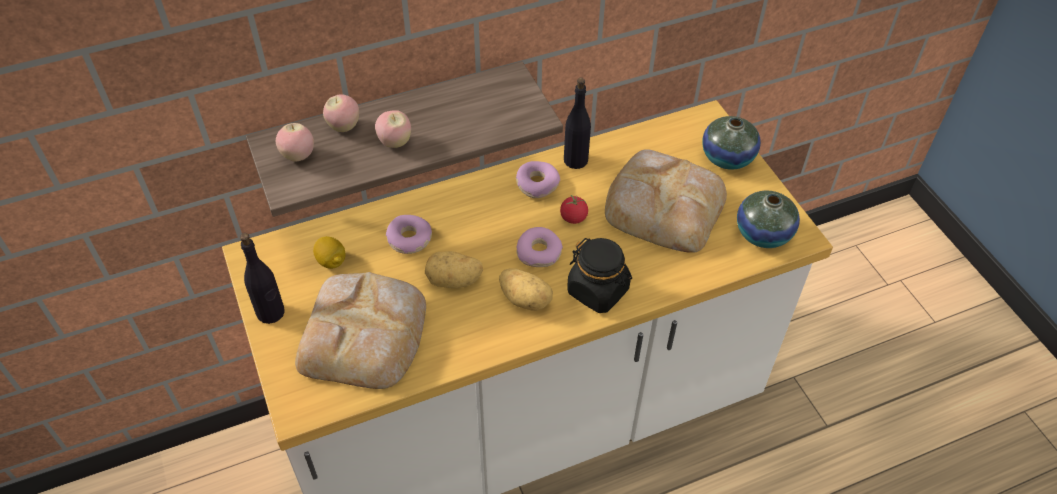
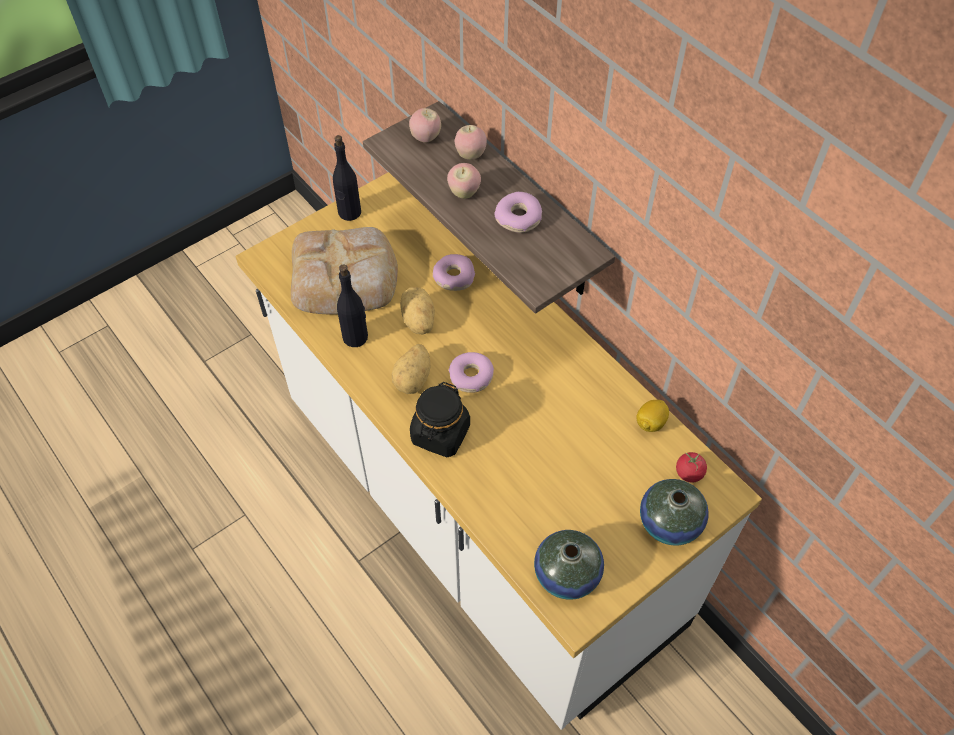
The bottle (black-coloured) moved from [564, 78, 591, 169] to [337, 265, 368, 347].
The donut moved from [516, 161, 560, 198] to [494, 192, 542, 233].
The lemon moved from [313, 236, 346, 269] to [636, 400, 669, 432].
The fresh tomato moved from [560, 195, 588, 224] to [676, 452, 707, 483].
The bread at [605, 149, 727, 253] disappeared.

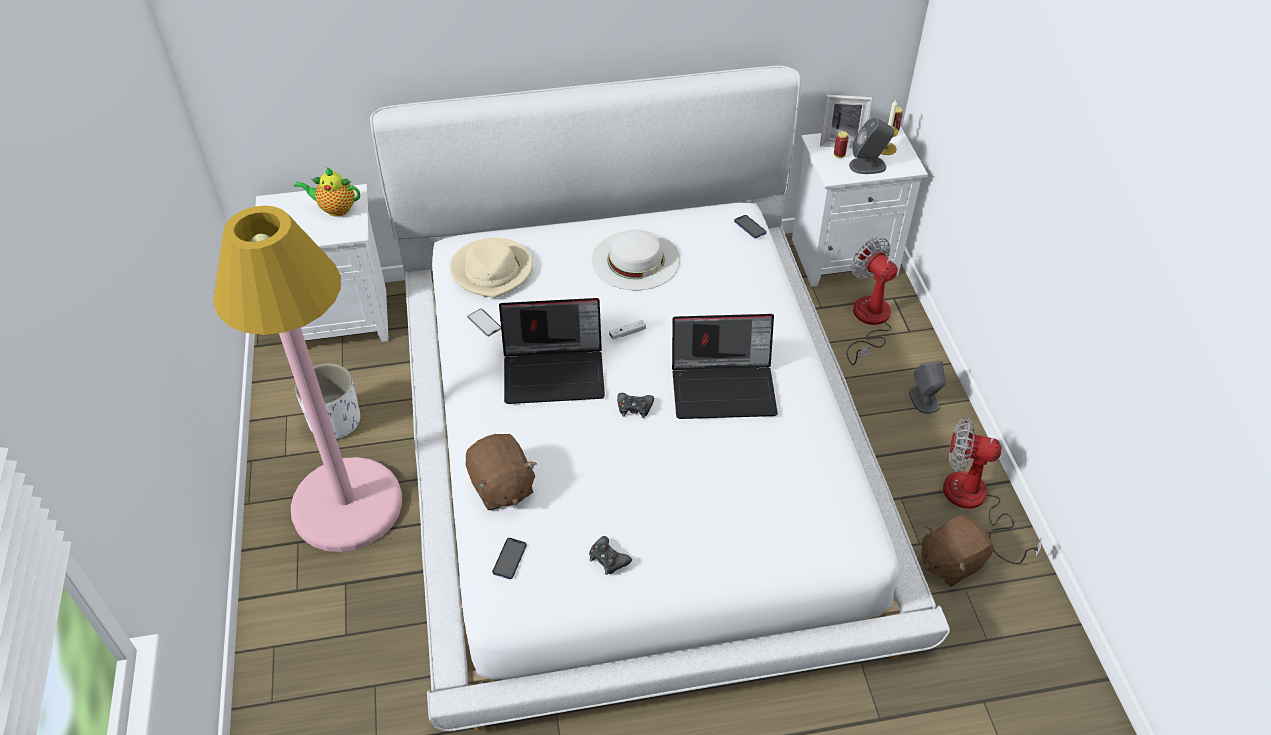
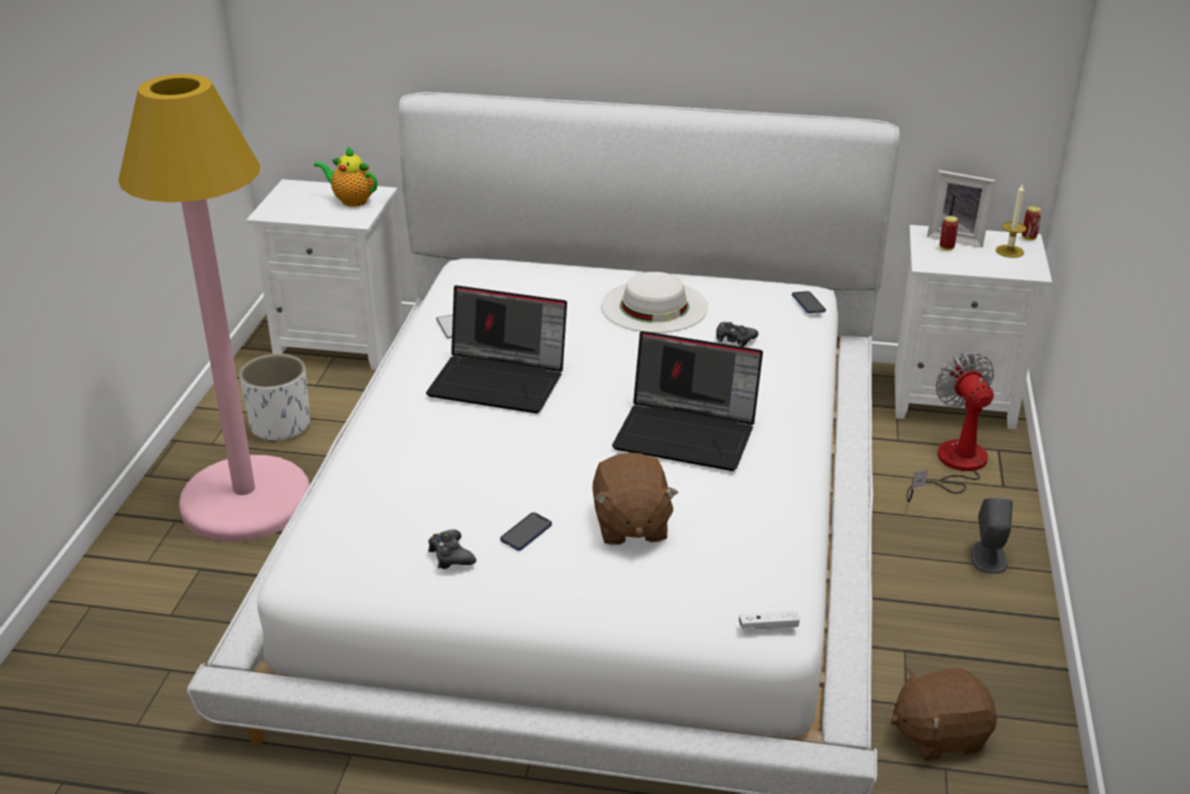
The telephone moved from [492, 538, 527, 579] to [500, 512, 552, 551].
The plush toy (brownish) moved from [466, 434, 537, 510] to [593, 453, 678, 545].
The joypad (black-coloured) moved from [617, 393, 654, 418] to [716, 322, 759, 347].
The joypad (whitish) moved from [609, 320, 646, 339] to [739, 611, 800, 629].
The hat (beige) at [450, 238, 533, 298] disappeared.
The speaker (grey) at [849, 117, 894, 174] disappeared.
The cooling fan at [943, 417, 1041, 564] disappeared.

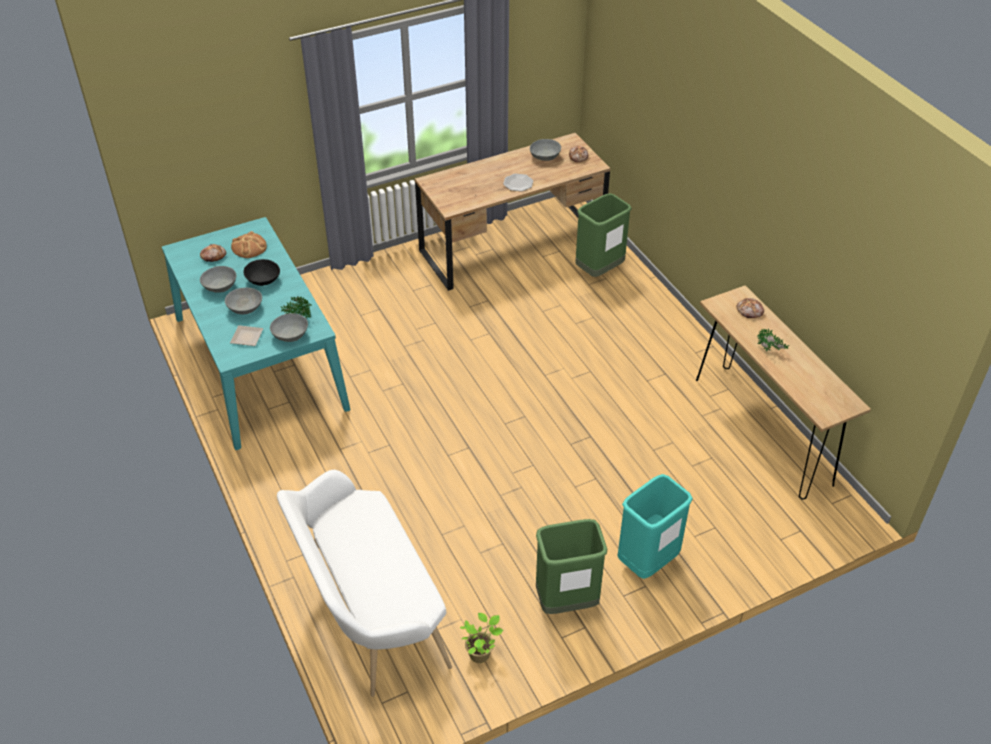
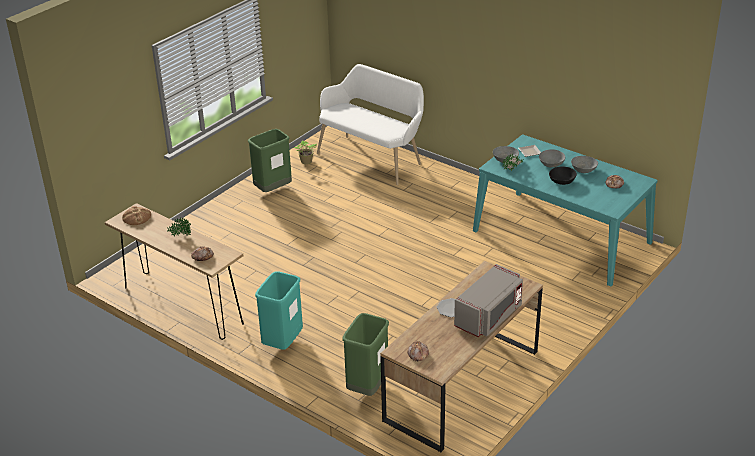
The bread moved from [231, 231, 267, 258] to [122, 206, 151, 225].
The trash can (turquoise-coloured) moved from [618, 474, 693, 579] to [255, 271, 303, 349].
The kitchen microwave (grey) at [454, 264, 523, 337] appeared.
The serving bowl (grey) at [530, 139, 561, 161] disappeared.

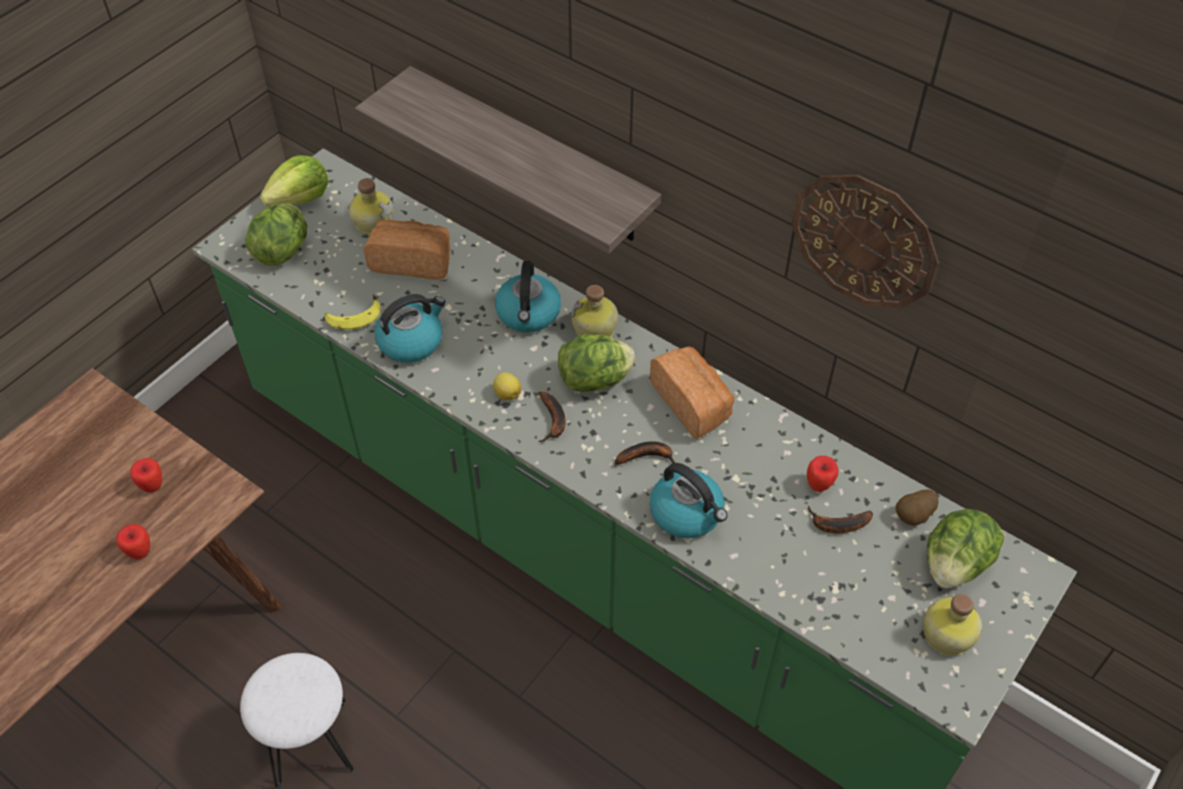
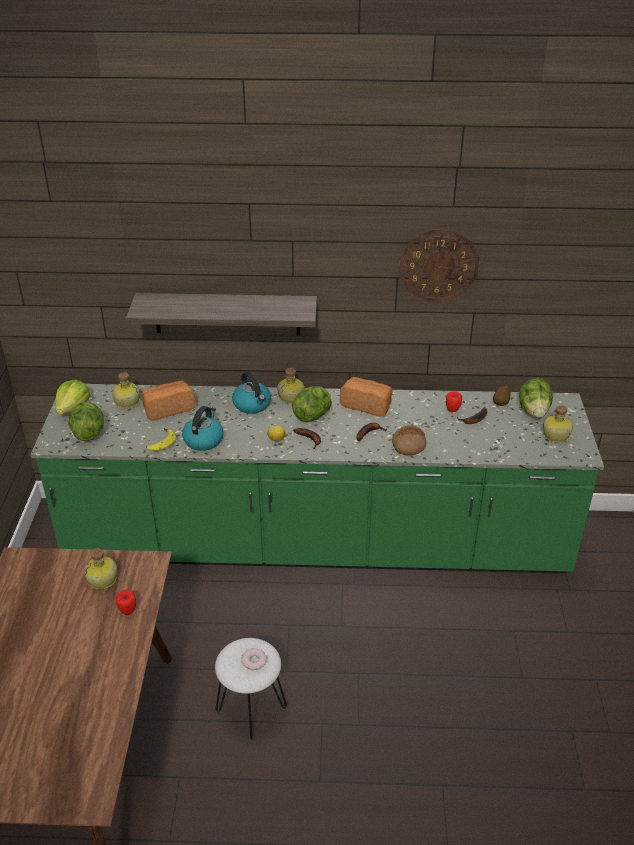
The apple at [130, 458, 162, 493] was replaced by the bottle at [84, 548, 117, 589].
The donut at [241, 648, 267, 670] appeared.
The water kettle at [650, 463, 728, 539] was replaced by the bread at [392, 425, 426, 455].

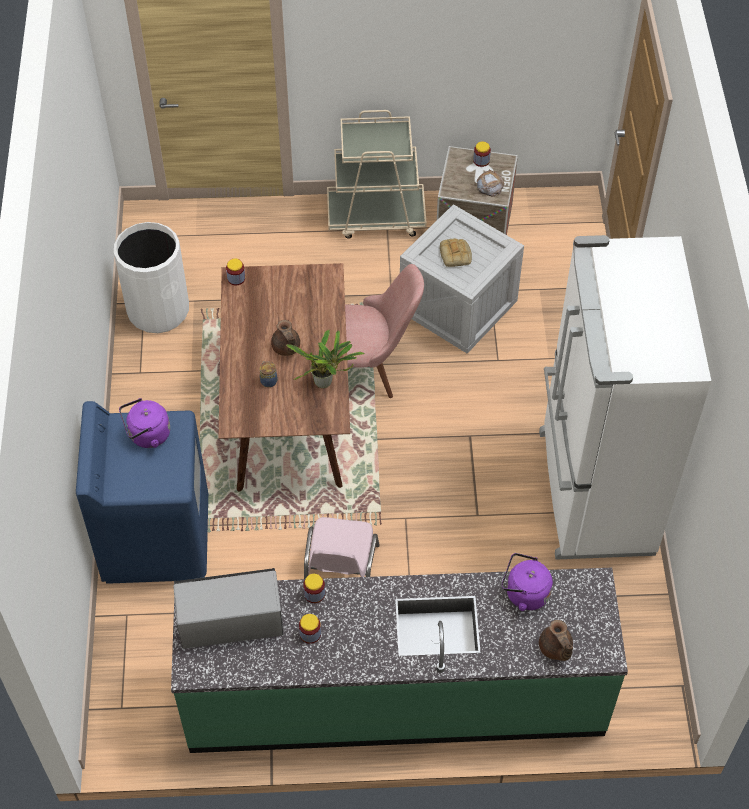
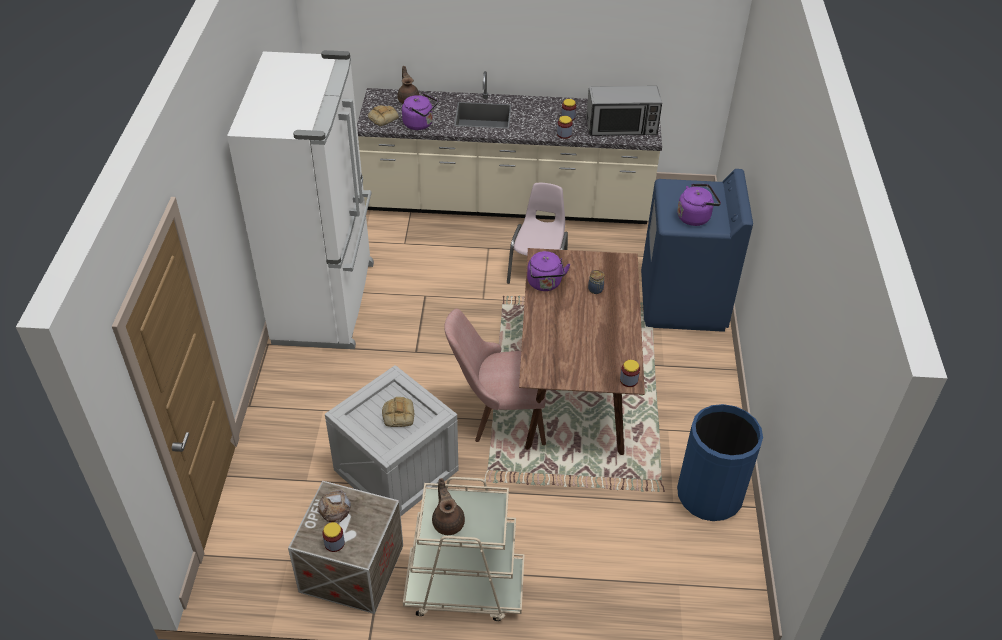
The kitchen counter (green) at [171, 568, 628, 753] became the kitchen counter (beige) at [357, 71, 662, 224].
The bread at [368, 105, 399, 126] appeared.
The tea pot (brownish) moved from [271, 320, 300, 356] to [432, 478, 465, 535].
The houseplant at [286, 330, 365, 388] was replaced by the water kettle (purple-coloured) at [527, 251, 570, 291].
The trash can (whitish) at [114, 222, 189, 333] became the trash can (blue-coloured) at [677, 404, 763, 521].

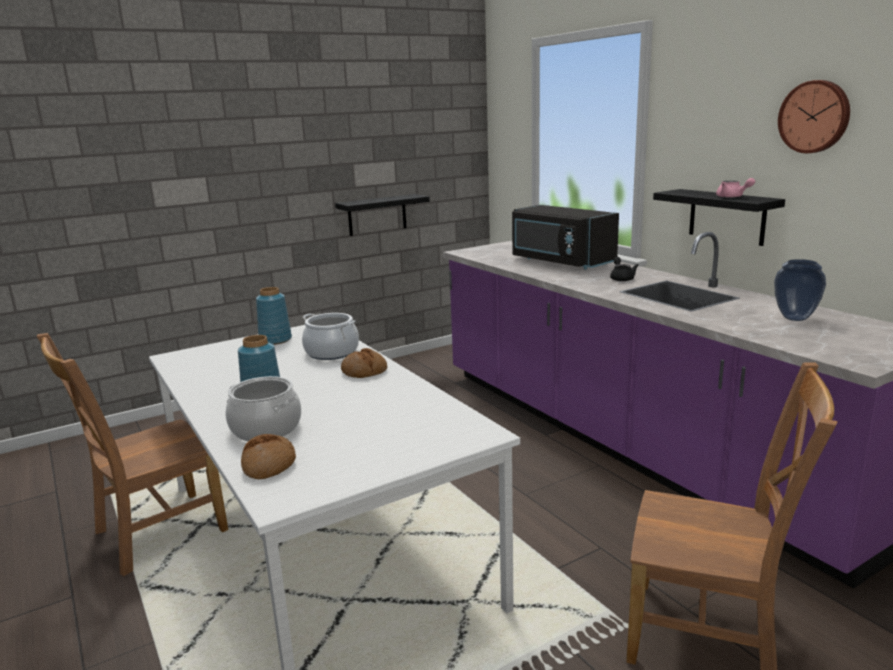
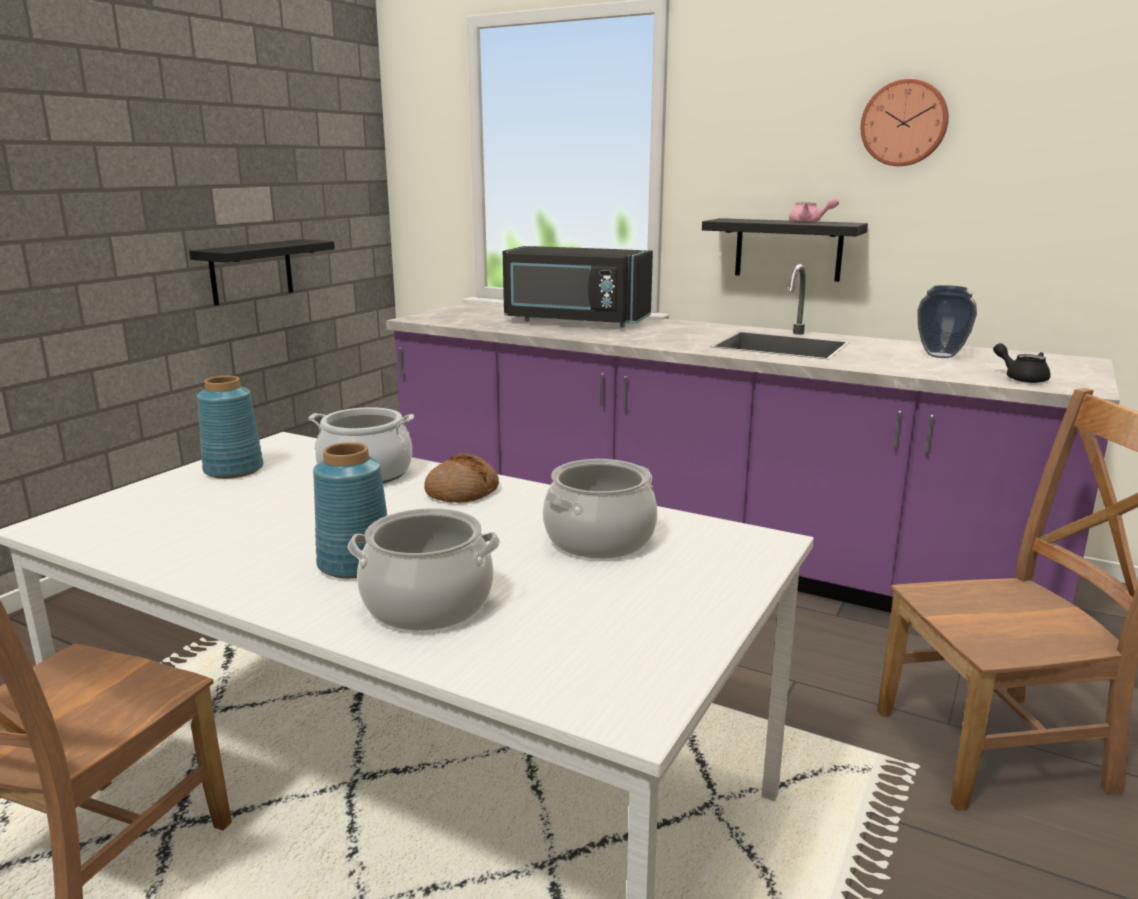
The saucepot at [543, 459, 658, 559] appeared.
The tea pot (black-coloured) moved from [610, 257, 639, 281] to [993, 343, 1051, 383].
The bread at [241, 434, 296, 479] disappeared.

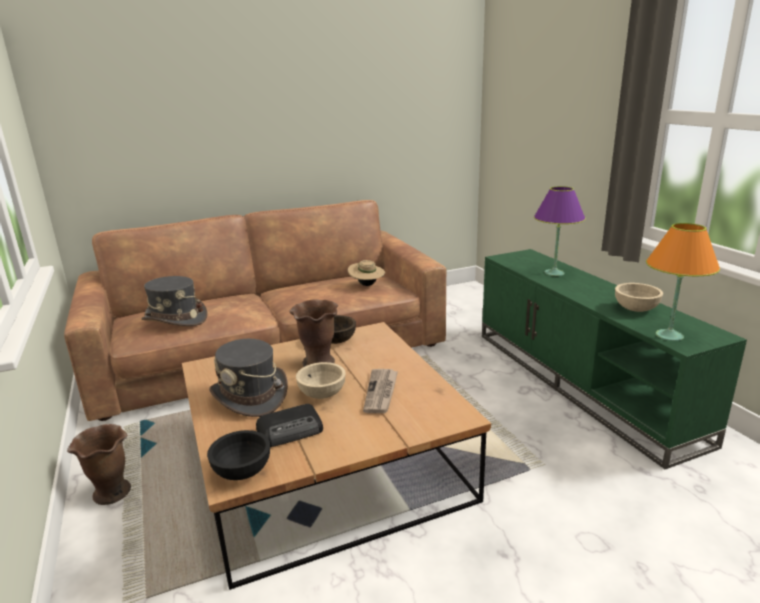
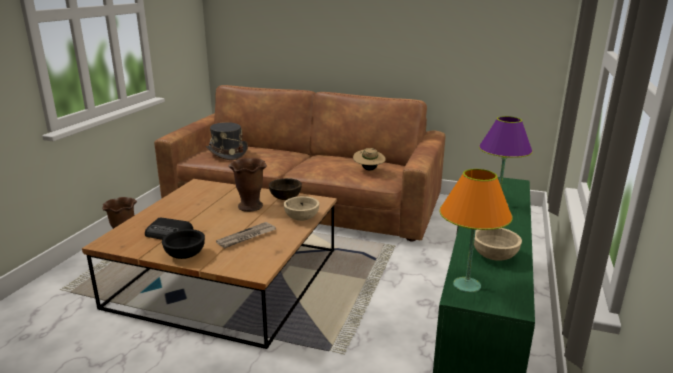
The serving bowl (black-coloured) moved from [207, 430, 270, 480] to [162, 229, 205, 259].
The serving bowl (beige) moved from [296, 362, 346, 399] to [284, 196, 319, 221].
The hat (grey) at [209, 339, 288, 417] disappeared.

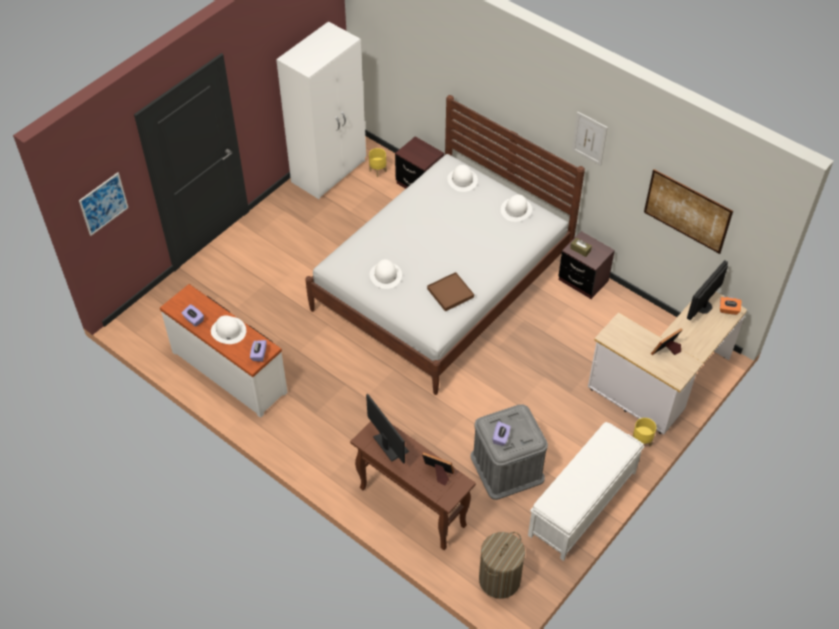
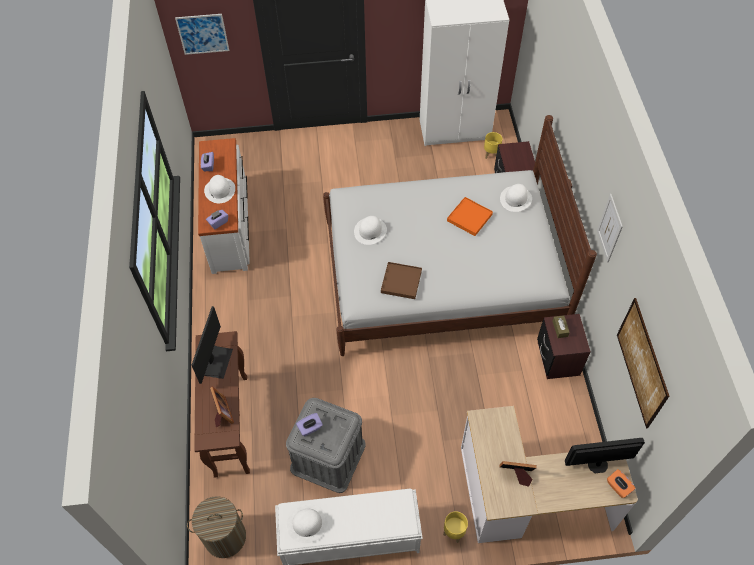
The hat (whitish) moved from [501, 195, 532, 222] to [287, 504, 329, 543].
The serving tray (orangey) at [447, 197, 493, 236] appeared.

